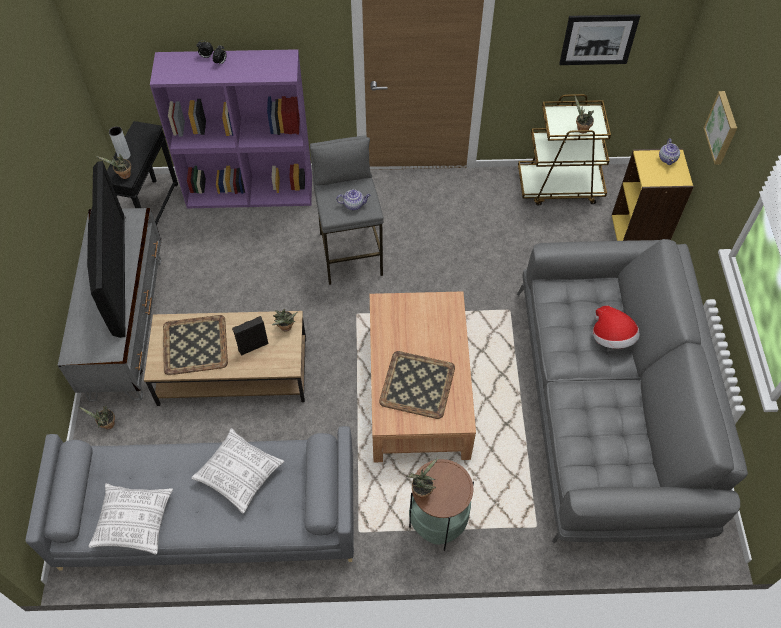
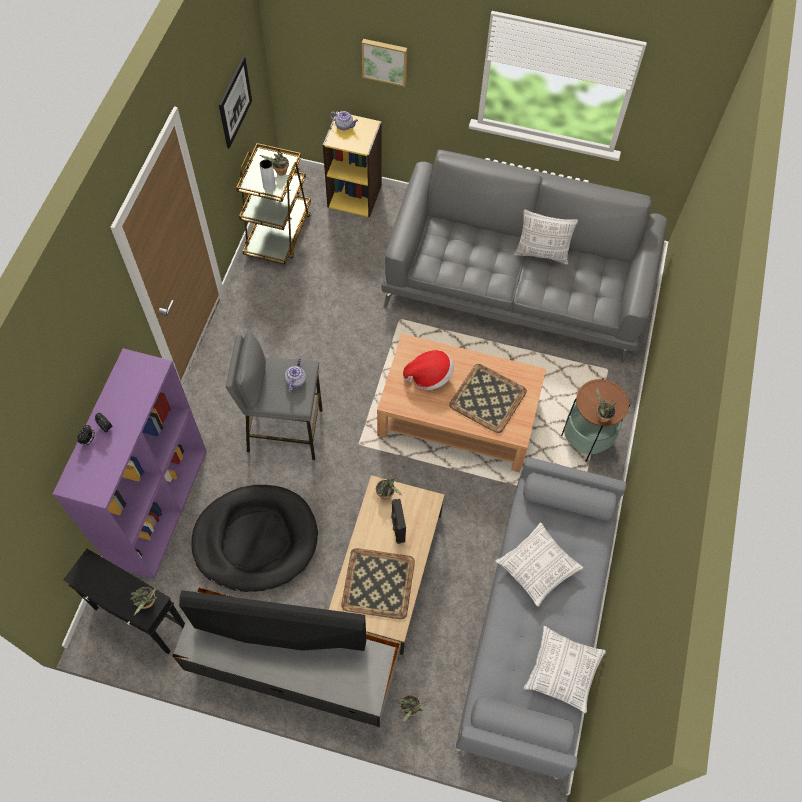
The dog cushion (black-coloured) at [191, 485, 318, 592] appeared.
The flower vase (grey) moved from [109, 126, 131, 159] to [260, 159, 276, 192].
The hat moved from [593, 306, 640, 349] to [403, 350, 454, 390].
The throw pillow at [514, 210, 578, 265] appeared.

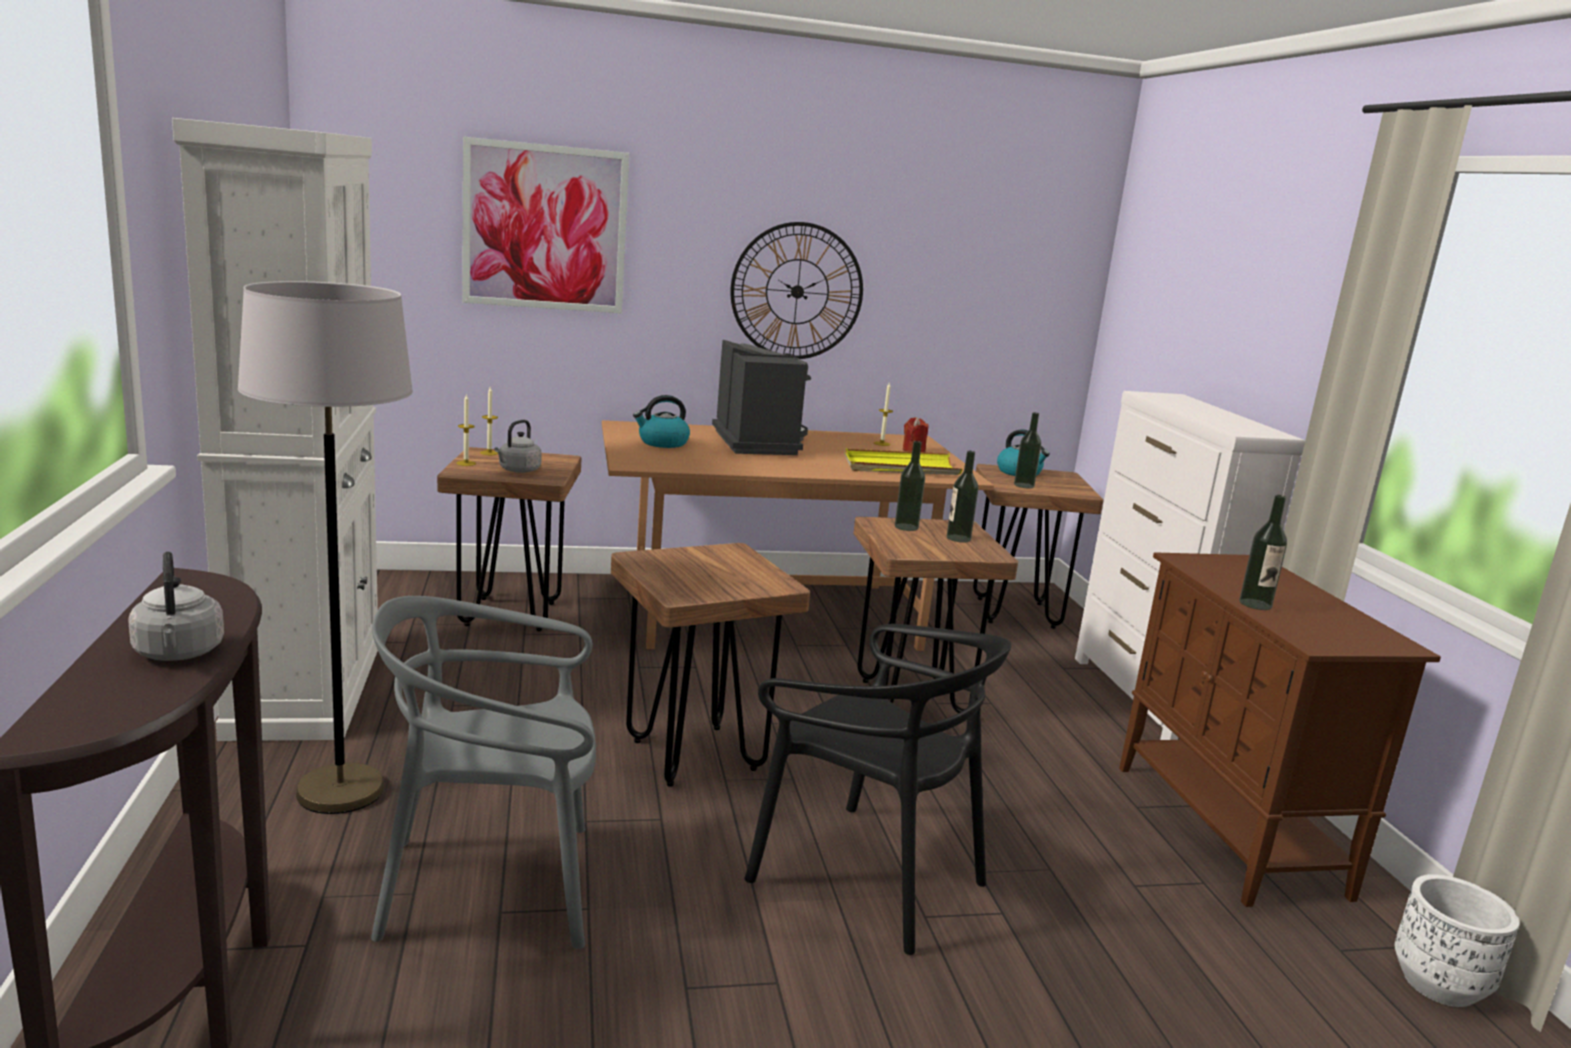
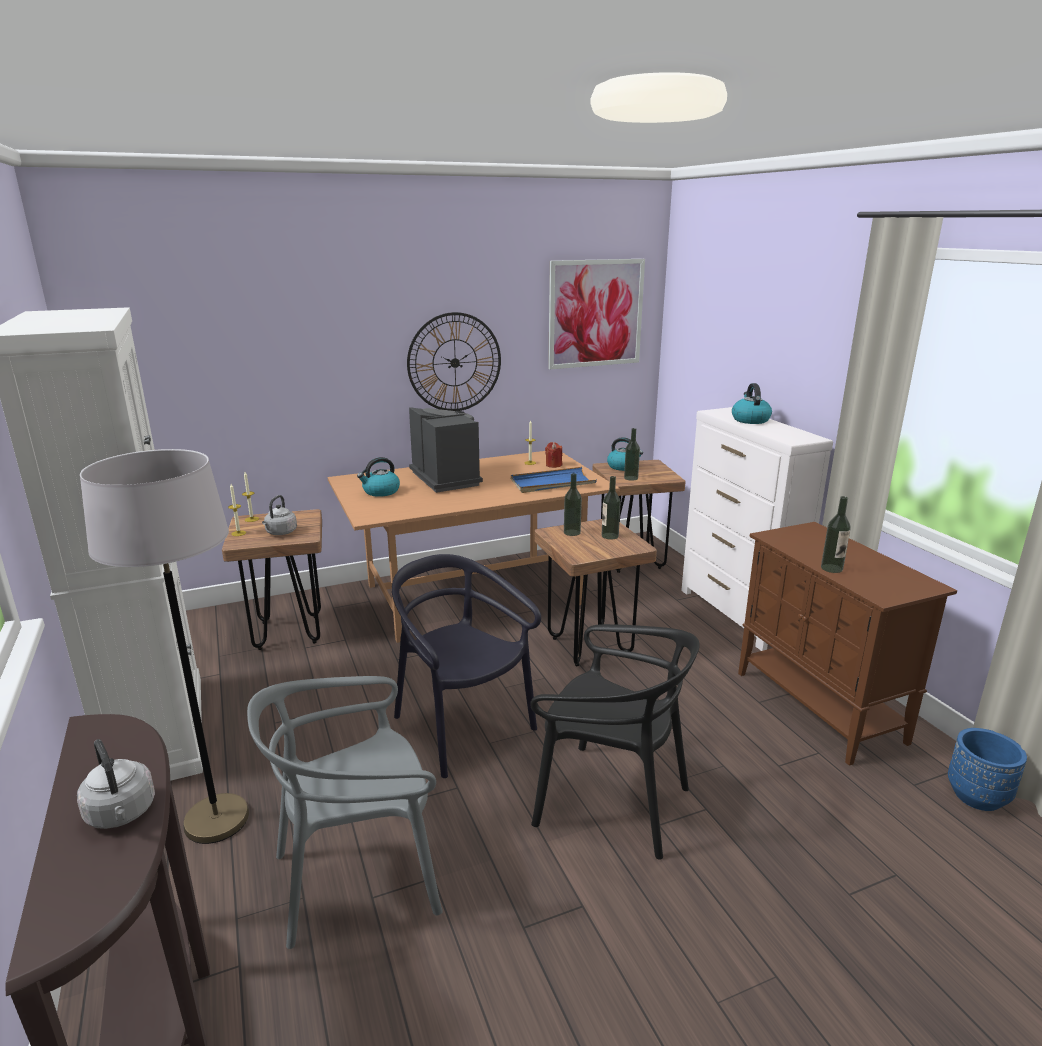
The sitting stool (brownish) at [611, 543, 810, 787] was replaced by the plain chair (black-coloured) at [392, 554, 541, 778].
The serving tray (yellow-coloured) at [844, 449, 963, 475] became the serving tray (blue-coloured) at [511, 467, 597, 493].
The wall art moved from [462, 137, 629, 314] to [548, 259, 645, 369].
The water kettle at [732, 383, 772, 424] appeared.
The plant pot (whitish) at [1395, 874, 1520, 1007] became the plant pot (blue-coloured) at [948, 728, 1027, 811].

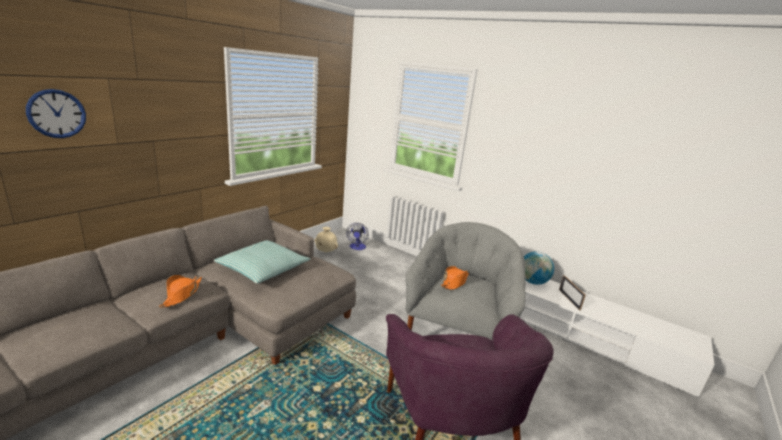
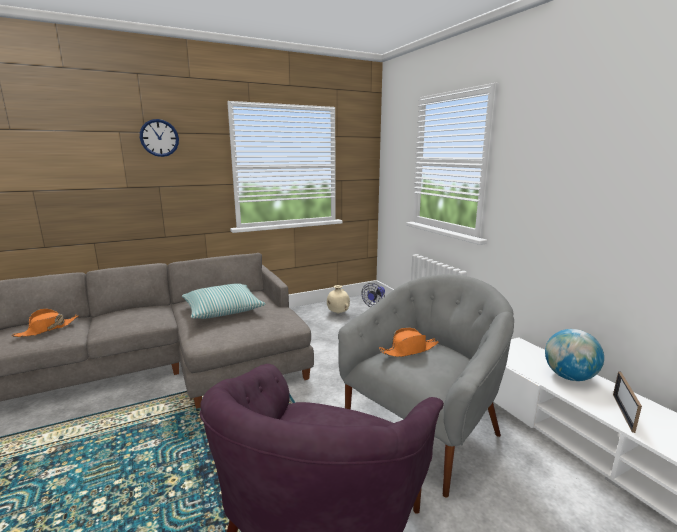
The hat (orangey) moved from [159, 275, 202, 308] to [12, 309, 79, 337].
The clock on the wall moved from [26, 89, 86, 138] to [140, 119, 179, 157].

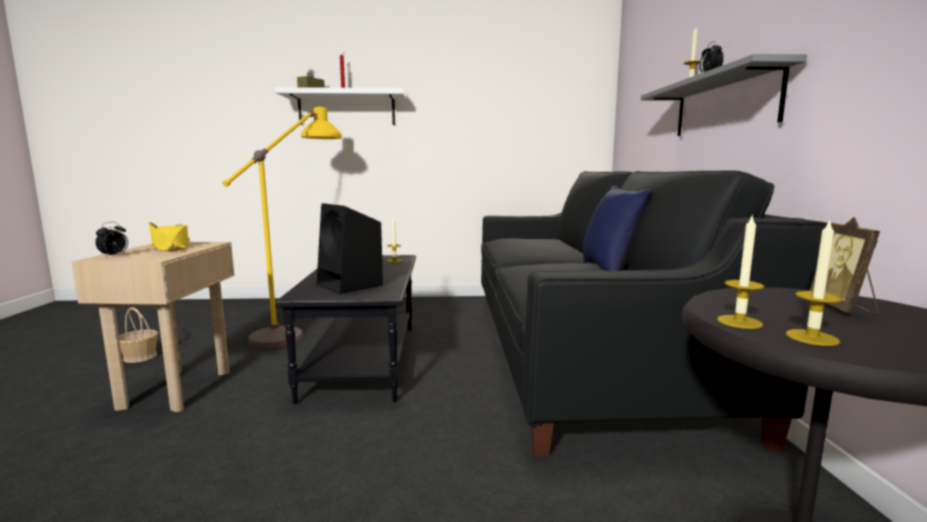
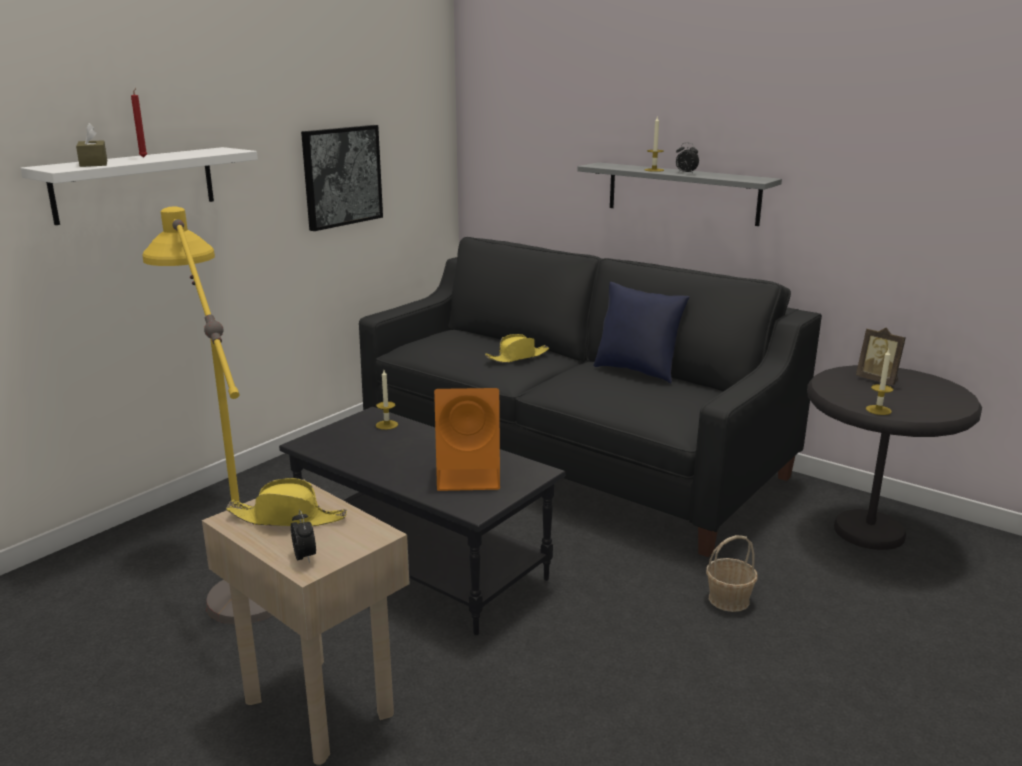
The wall art at [301, 125, 383, 231] appeared.
The speaker (black-coloured) at [317, 203, 383, 294] became the speaker (orangey) at [434, 388, 500, 491].
The hat (yellow-coloured) at [485, 334, 549, 363] appeared.
The storage basket moved from [119, 308, 158, 363] to [706, 535, 758, 612].
The candle at [786, 219, 843, 346] disappeared.

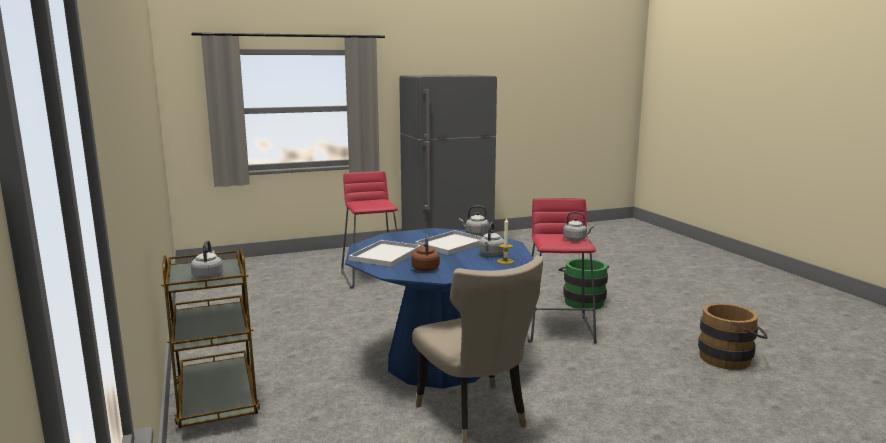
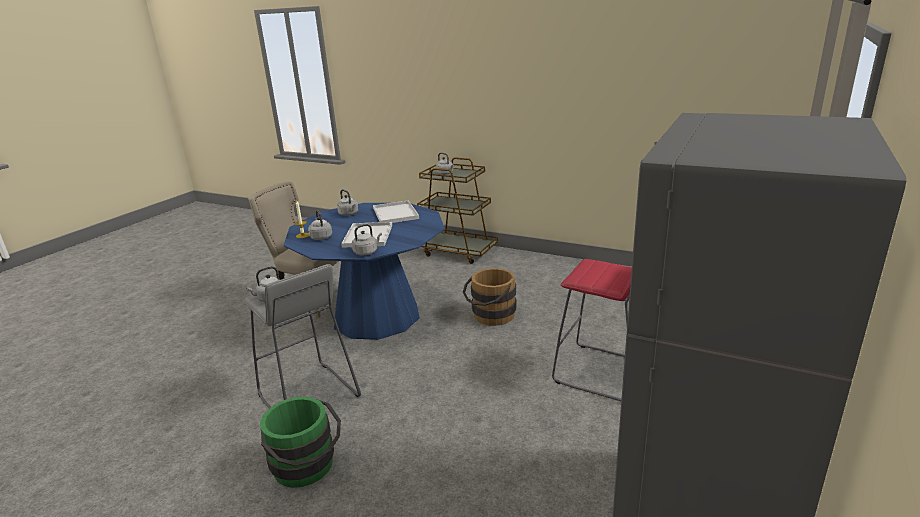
The sitting stool (red) at [527, 198, 597, 344] became the sitting stool (grey) at [243, 264, 361, 408].
The water kettle (brownish) at [411, 235, 440, 271] became the water kettle (grey) at [337, 189, 359, 216].
The pail (brownish) moved from [698, 303, 768, 370] to [463, 268, 516, 326].

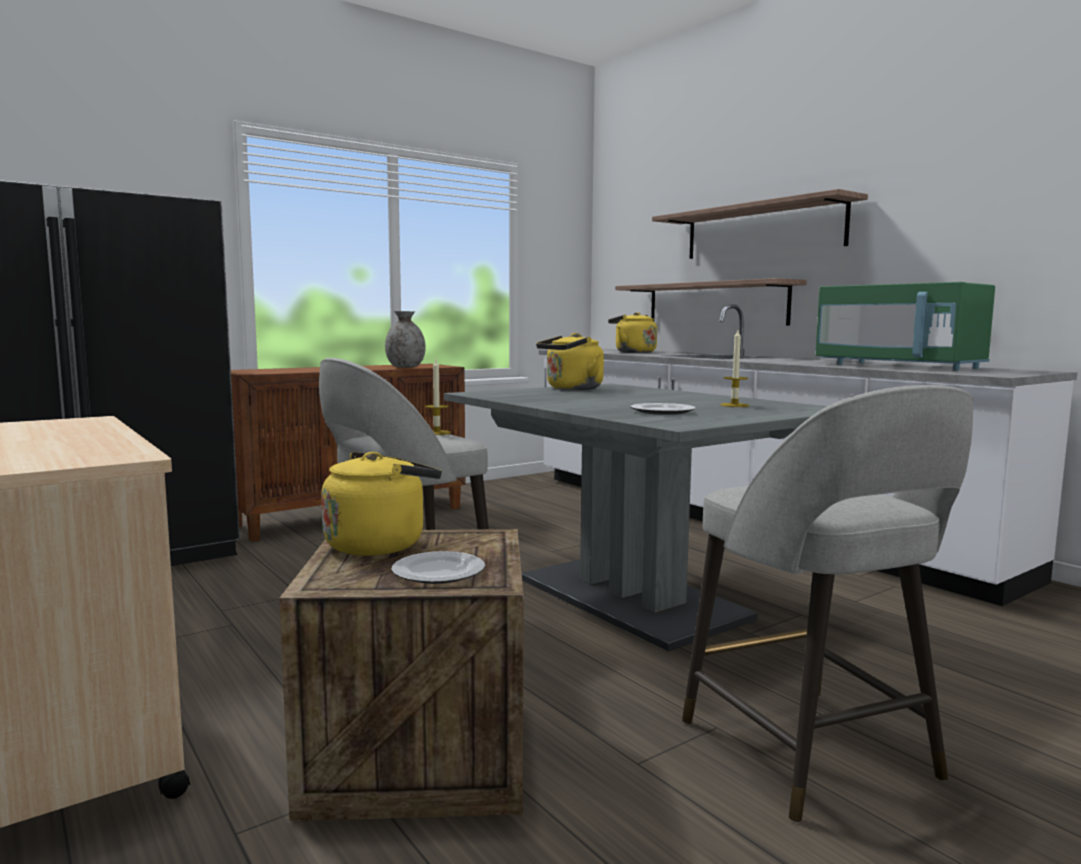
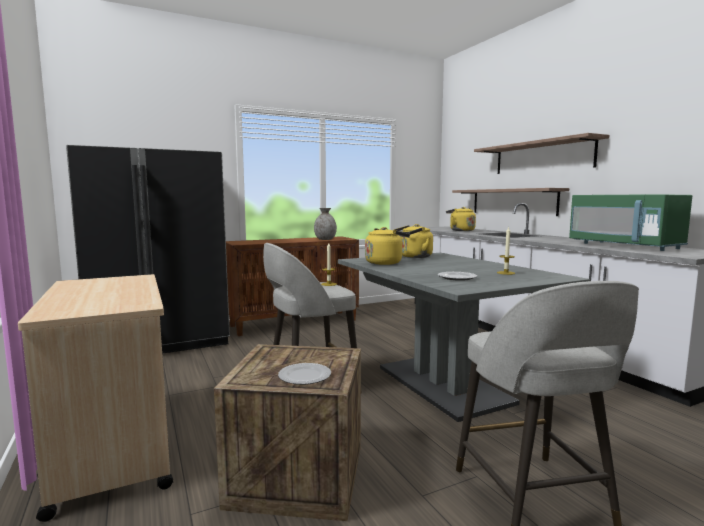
The water kettle (yellow-coloured) moved from [321, 452, 442, 556] to [365, 227, 410, 265].

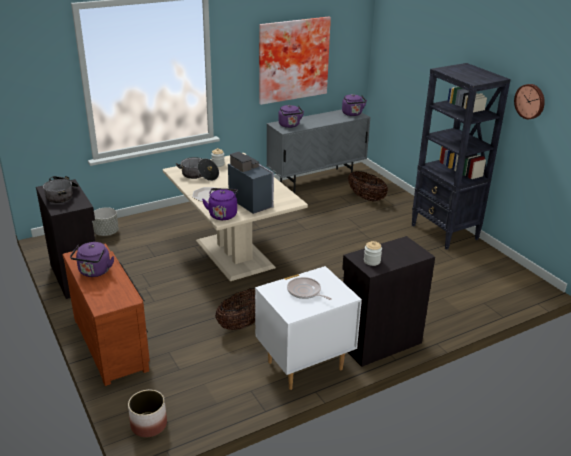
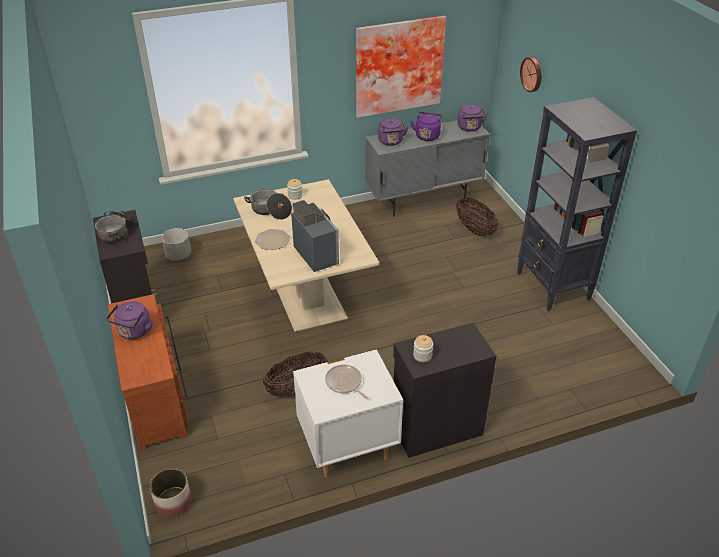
The water kettle (purple-coloured) moved from [202, 188, 238, 220] to [411, 112, 442, 141].
The clock on the wall moved from [514, 84, 545, 119] to [520, 57, 541, 92].

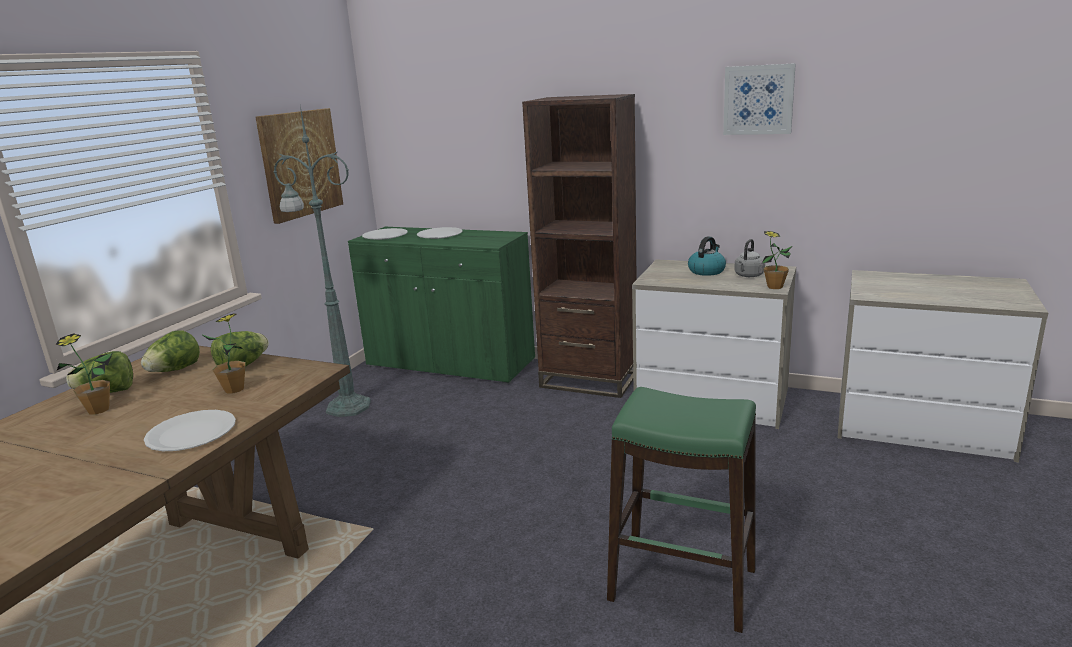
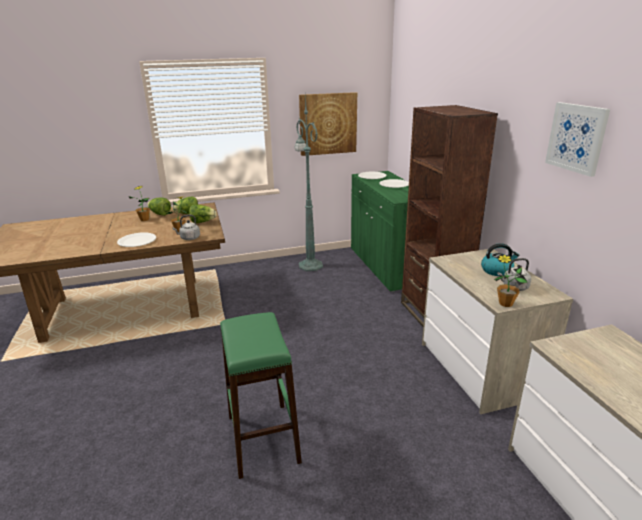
The water kettle (grey) at [173, 215, 200, 240] appeared.

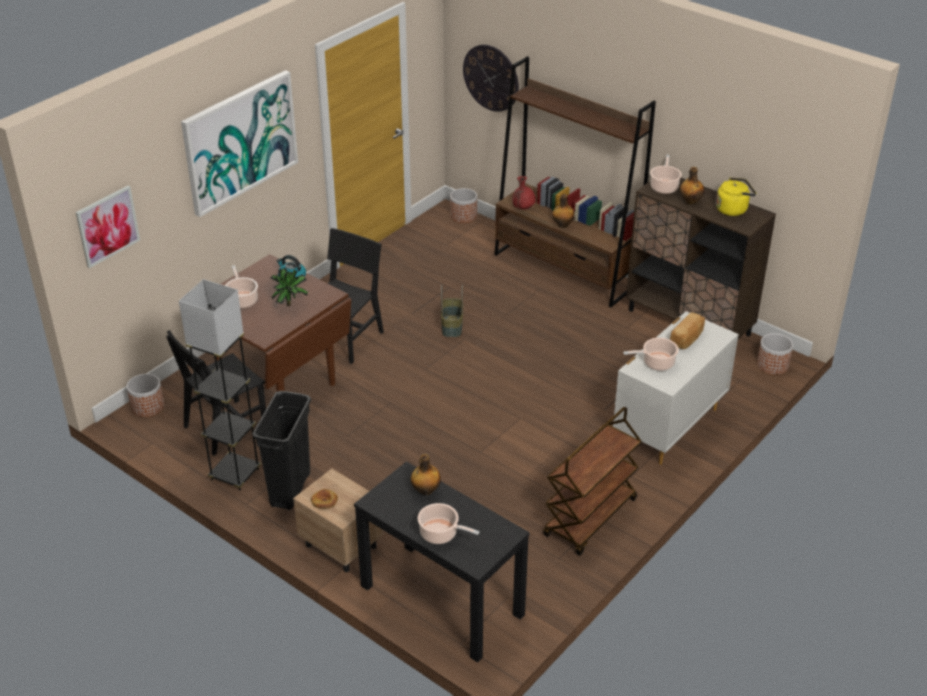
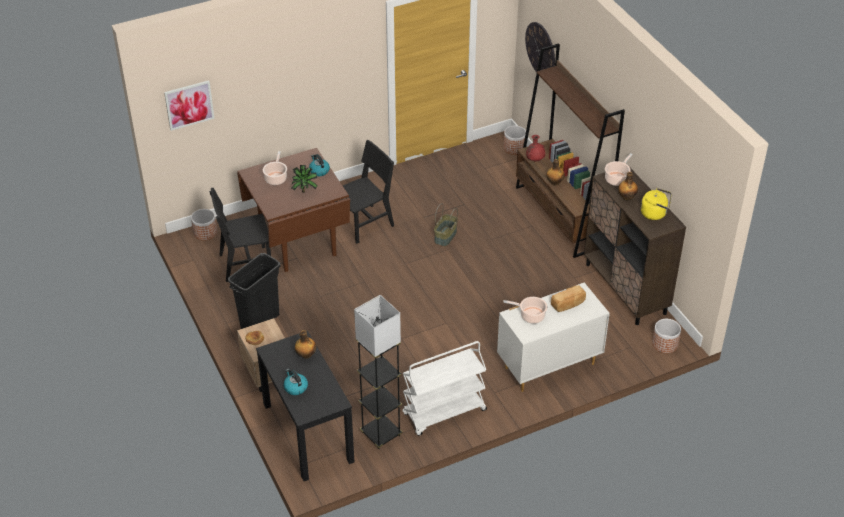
The saucepot at [418, 503, 480, 544] was replaced by the water kettle at [283, 369, 308, 395].
The standing lamp (black-coloured) moved from [179, 279, 261, 490] to [354, 295, 402, 449].
The cart (brownish) at [543, 407, 642, 555] became the cart (whitish) at [403, 341, 487, 436].
The wall art at [181, 70, 298, 217] disappeared.

